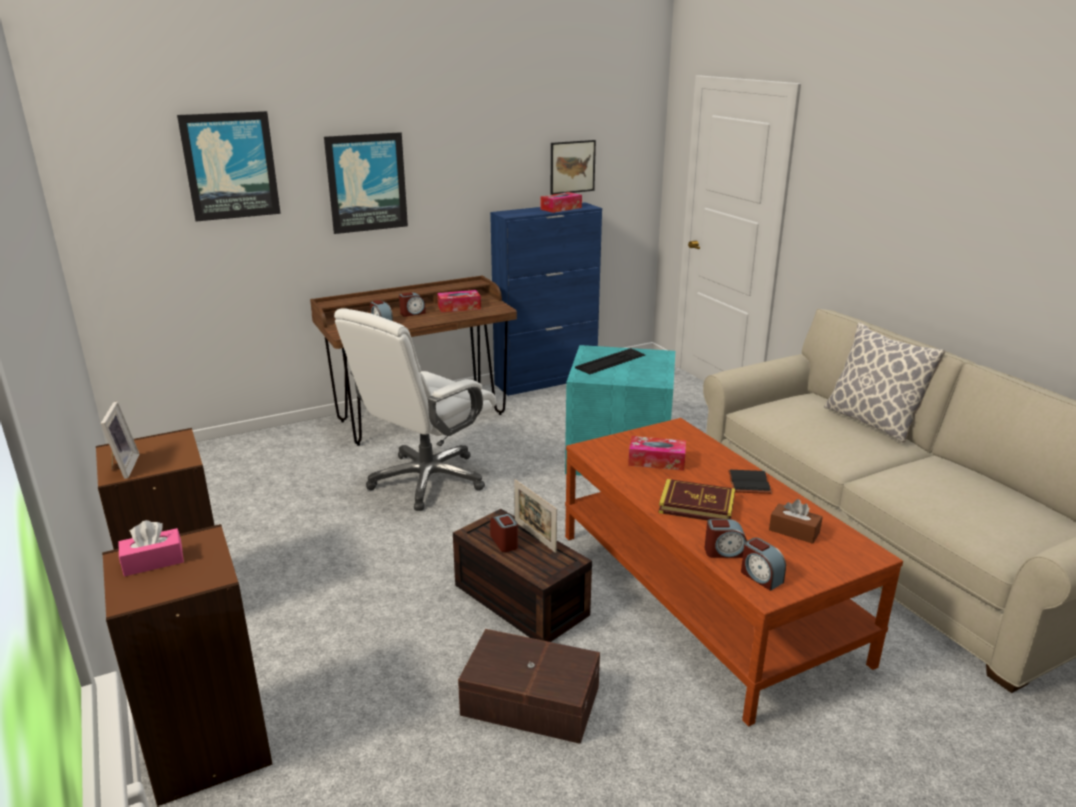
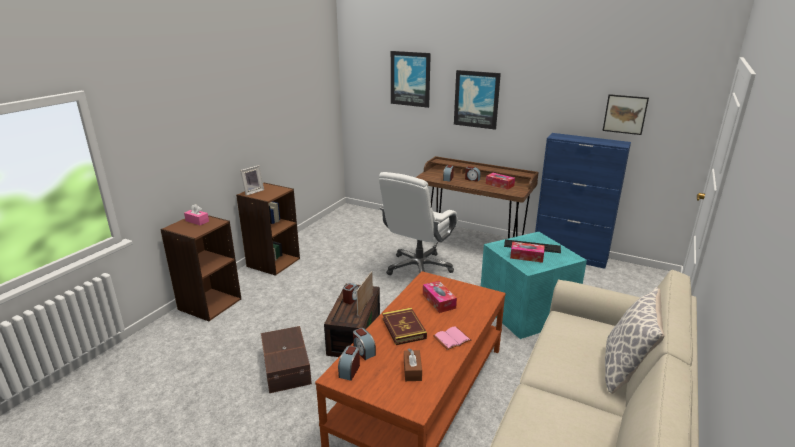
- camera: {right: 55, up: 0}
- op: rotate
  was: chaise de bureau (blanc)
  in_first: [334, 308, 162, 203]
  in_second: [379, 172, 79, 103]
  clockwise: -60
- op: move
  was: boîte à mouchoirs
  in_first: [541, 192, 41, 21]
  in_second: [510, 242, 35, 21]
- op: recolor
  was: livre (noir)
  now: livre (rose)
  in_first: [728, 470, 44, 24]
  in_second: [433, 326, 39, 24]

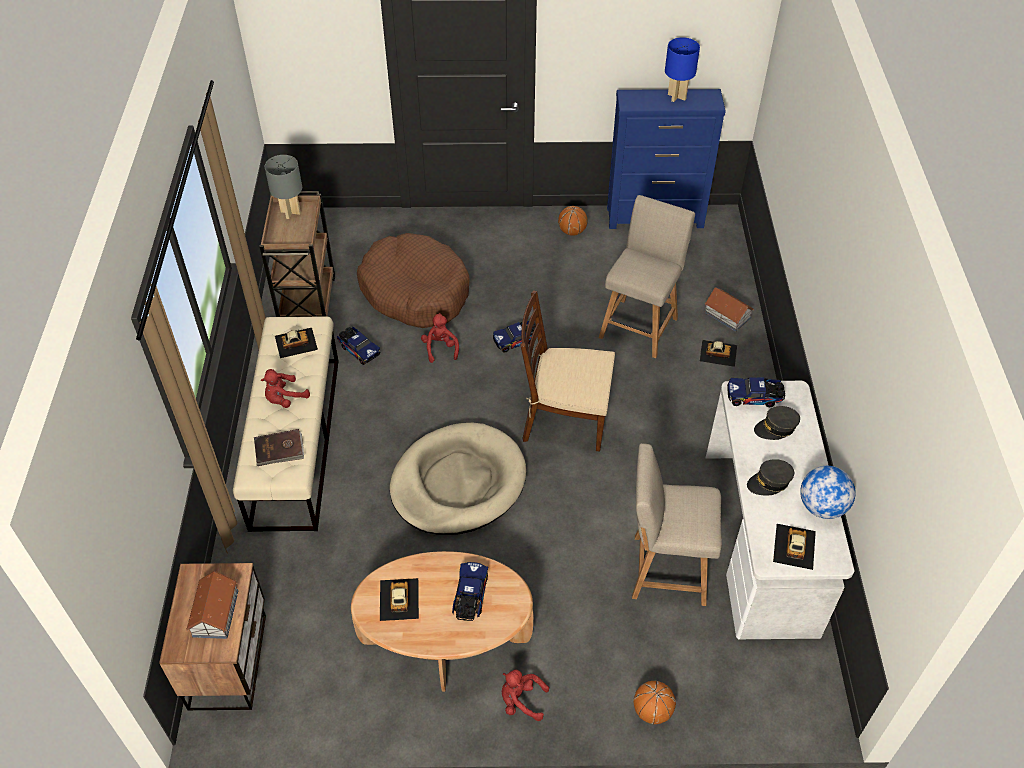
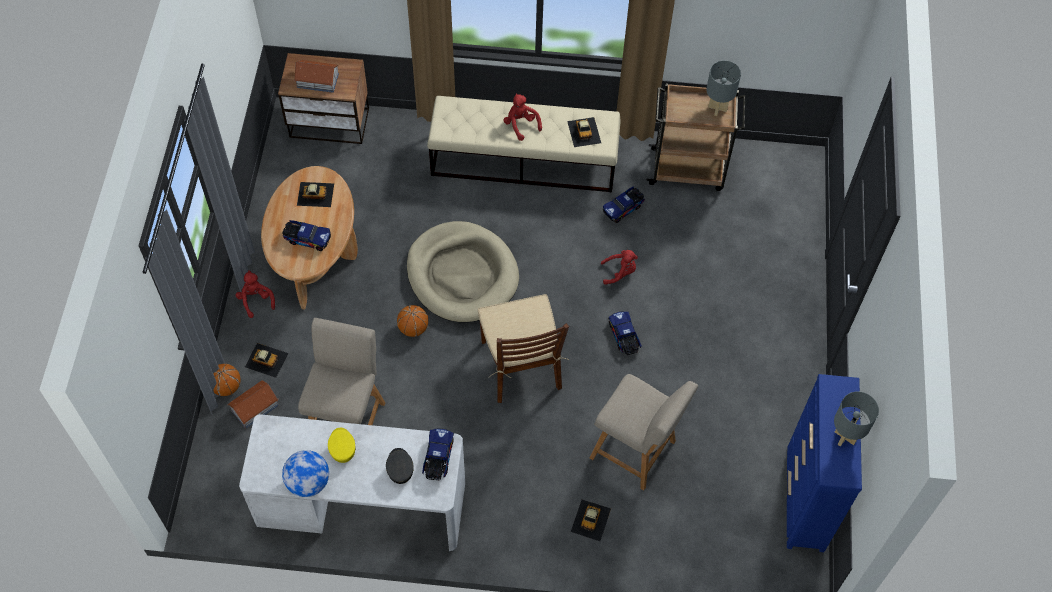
- camera: {right: 95, up: 10}
- op: delete
  was: livre (marron)
  in_first: [254, 429, 50, 37]
- op: delete
  was: panier pour chien (marron)
  in_first: [357, 233, 112, 95]
- op: rotate
  was: peluche (rouge)
  in_first: [502, 670, 47, 51]
  in_second: [235, 270, 40, 48]
  clockwise: -45
- op: rotate
  was: chaise (marron)
  in_first: [520, 290, 95, 162]
  in_second: [478, 294, 91, 109]
  clockwise: 150
- op: move
  was: ballon de basket
  in_first: [558, 206, 29, 30]
  in_second: [397, 305, 31, 32]
- op: recolor
  was: lampe de table (bleu)
  now: lampe de table (gris)
  in_first: [665, 37, 35, 65]
  in_second: [834, 391, 45, 55]
- op: move
  was: maison miniature
  in_first: [704, 287, 50, 45]
  in_second: [227, 380, 52, 48]
- op: recolor
  was: casquette (gris)
  now: casquette (jaune)
  in_first: [747, 459, 47, 36]
  in_second: [328, 428, 28, 35]
- op: move
  was: petite voiture
  in_first: [773, 524, 43, 46]
  in_second: [245, 343, 43, 35]

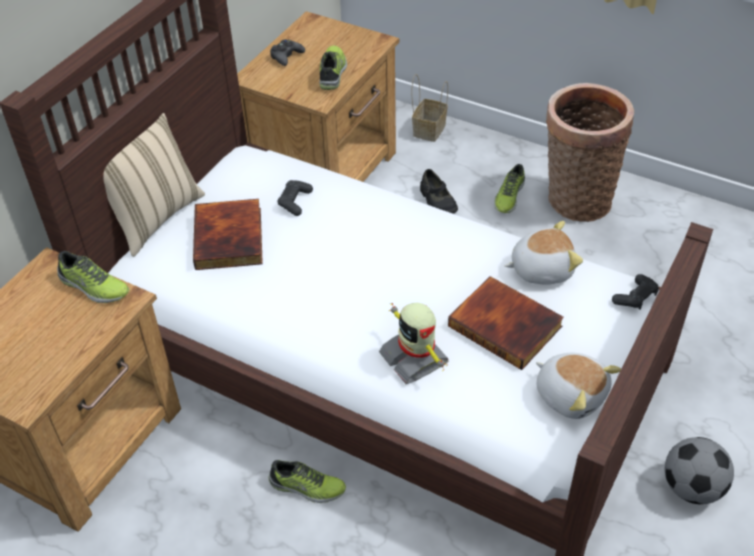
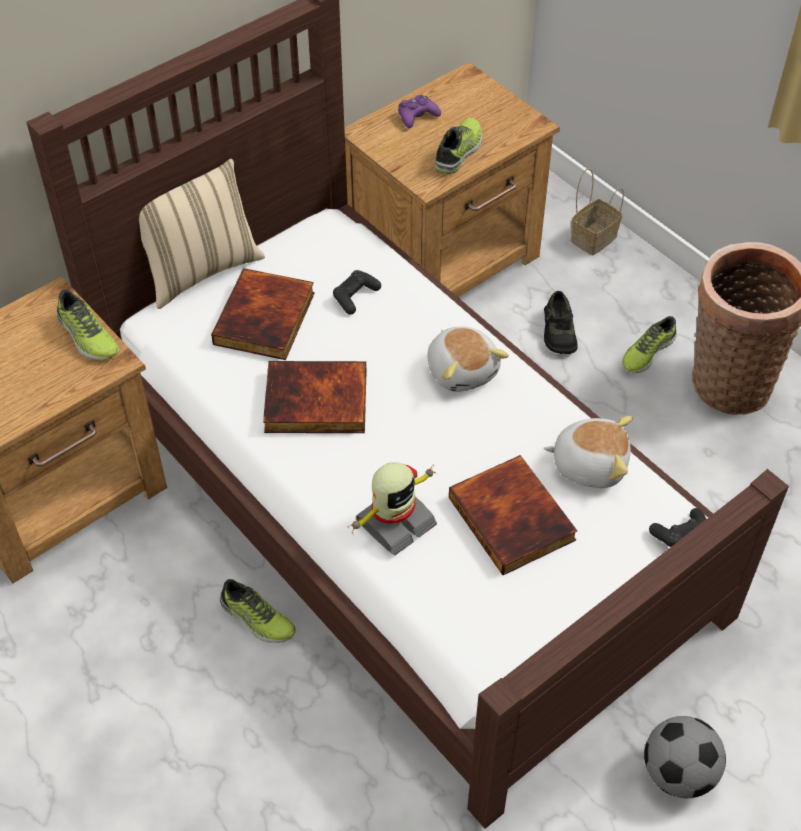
- camera: {right: 20, up: 5}
- op: recolor
  was: manette (noir)
  now: manette (violet)
  in_first: [270, 39, 35, 27]
  in_second: [398, 95, 43, 33]
- op: rotate
  was: robot jouet
  in_first: [379, 303, 70, 81]
  in_second: [347, 462, 90, 93]
  clockwise: -120
- op: move
  was: peluche
  in_first: [536, 353, 85, 66]
  in_second: [428, 327, 81, 65]
- op: insert
  now: livre
  in_second: [263, 361, 103, 72]

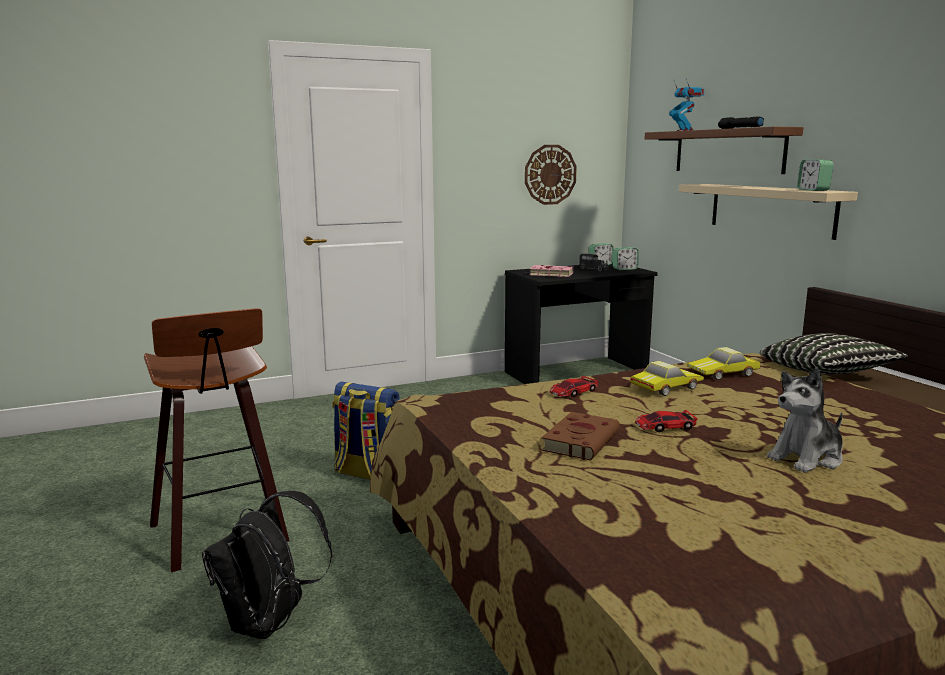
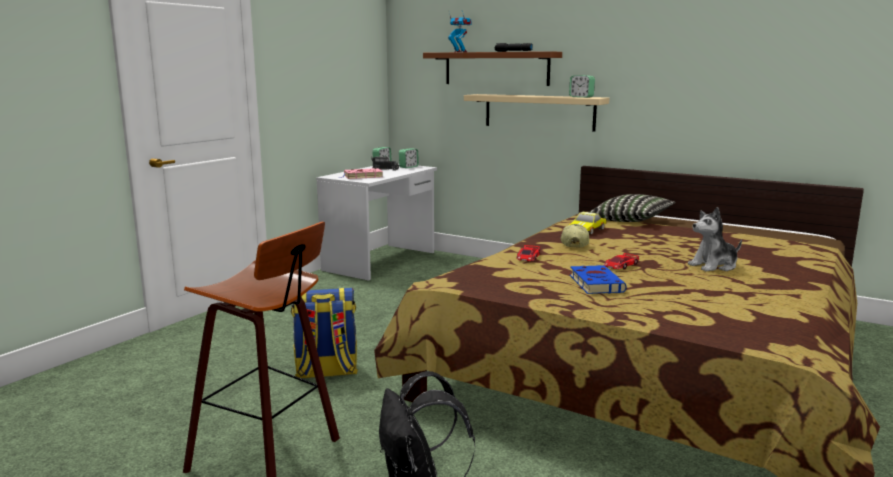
- camera: {right: -35, up: 0}
- op: recolor
  was: bureau (noir)
  now: bureau (blanc)
  in_first: [505, 263, 153, 121]
  in_second: [316, 166, 121, 115]
- op: delete
  was: horloge murale
  in_first: [525, 145, 52, 60]
- op: recolor
  was: livre (marron)
  now: livre (bleu)
  in_first: [541, 412, 79, 49]
  in_second: [570, 265, 57, 29]
- op: replace
  was: petite voiture
  now: casquette
  in_first: [630, 361, 74, 35]
  in_second: [561, 224, 28, 23]
- op: rotate
  was: peluche
  in_first: [767, 368, 76, 105]
  in_second: [688, 207, 54, 64]
  clockwise: 45

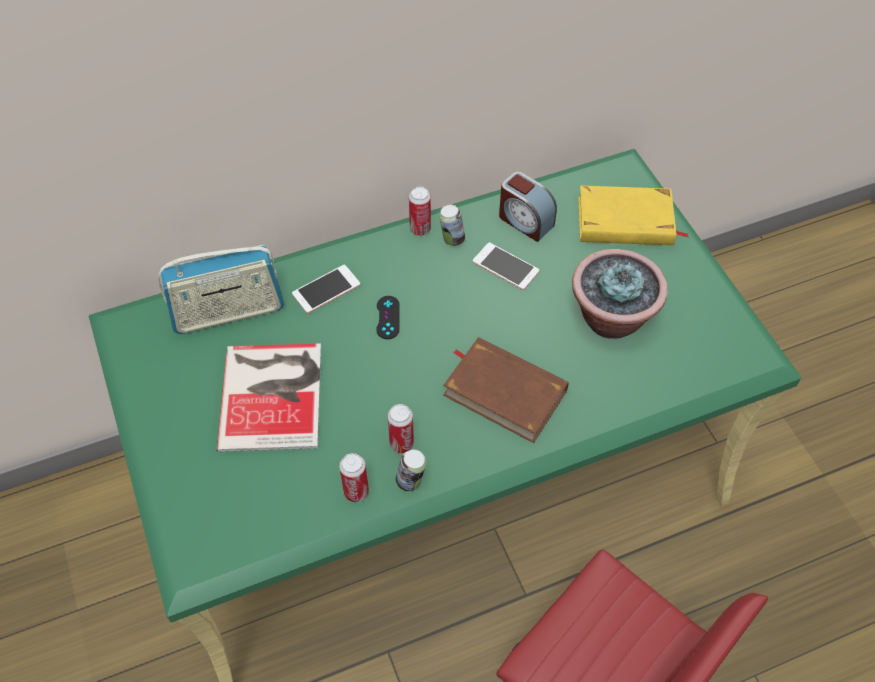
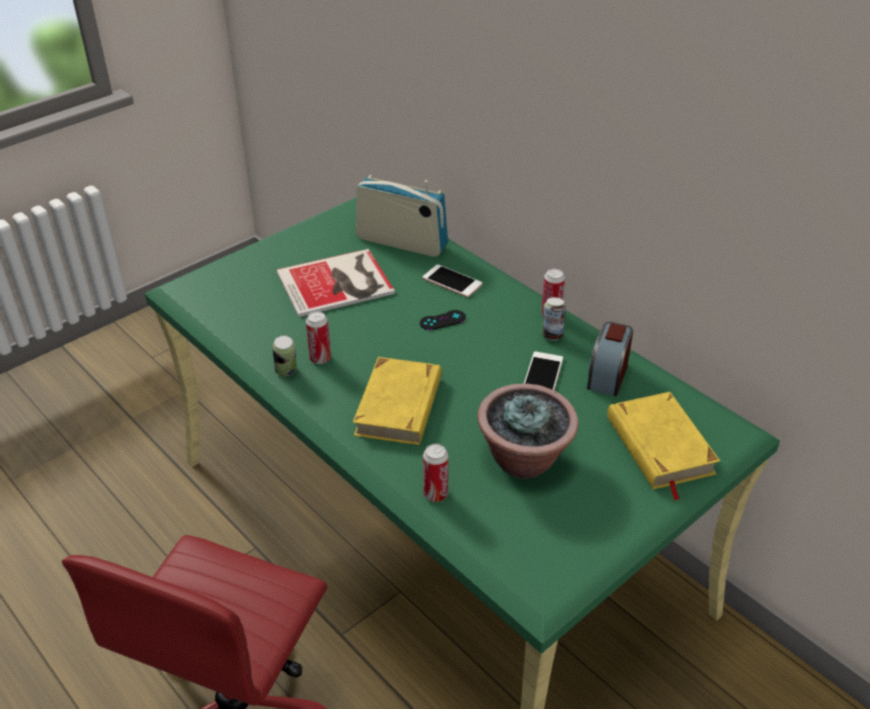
- camera: {right: 70, up: -15}
- op: rotate
  was: radio
  in_first: [158, 245, 127, 89]
  in_second: [356, 175, 92, 82]
  clockwise: 150
- op: move
  was: boîte métallique
  in_first: [339, 453, 30, 49]
  in_second: [423, 444, 26, 58]
- op: recolor
  was: livre (marron)
  now: livre (jaune)
  in_first: [443, 337, 126, 106]
  in_second: [353, 357, 89, 88]

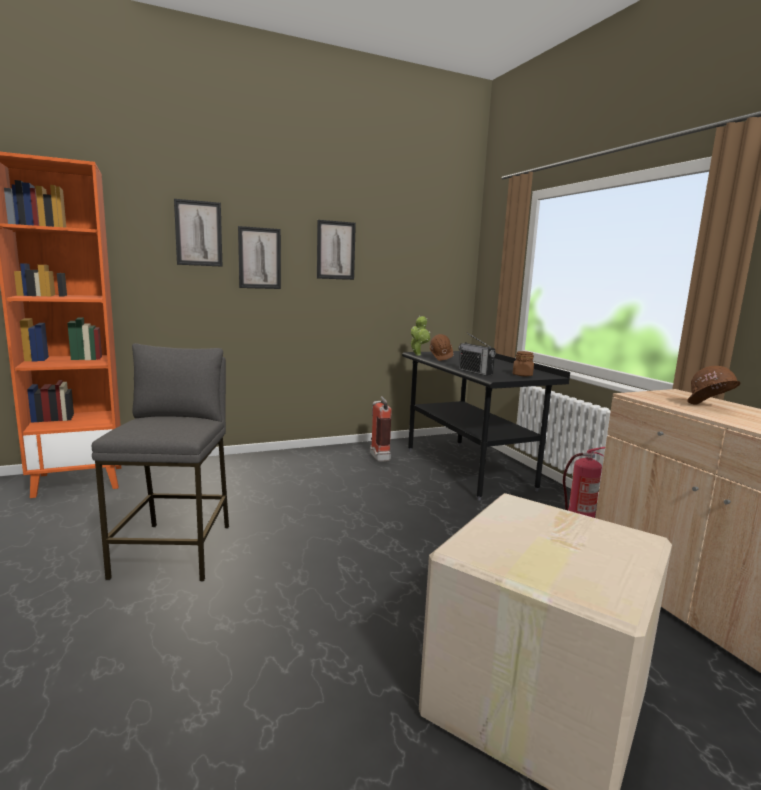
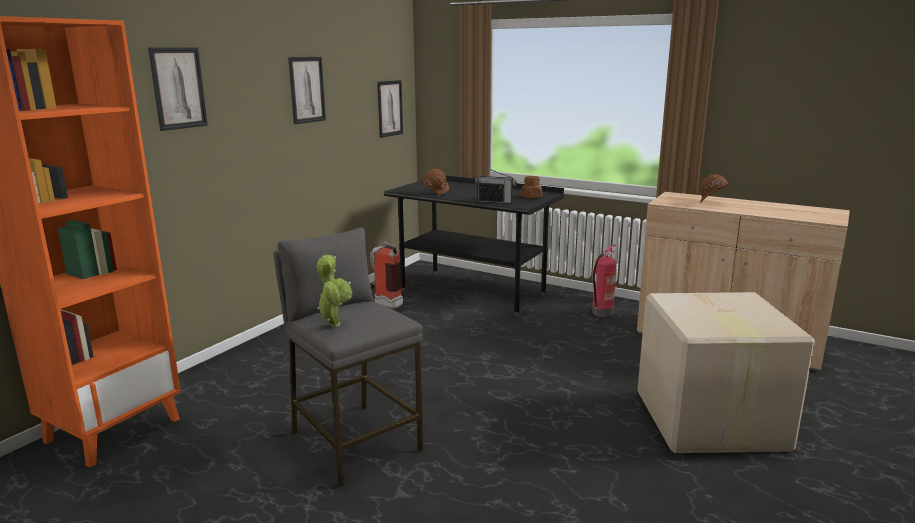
- camera: {right: -35, up: 5}
- op: move
  was: tableau
  in_first: [238, 226, 43, 63]
  in_second: [377, 80, 26, 58]
- op: move
  was: plante en pot
  in_first: [410, 316, 20, 40]
  in_second: [316, 255, 36, 72]

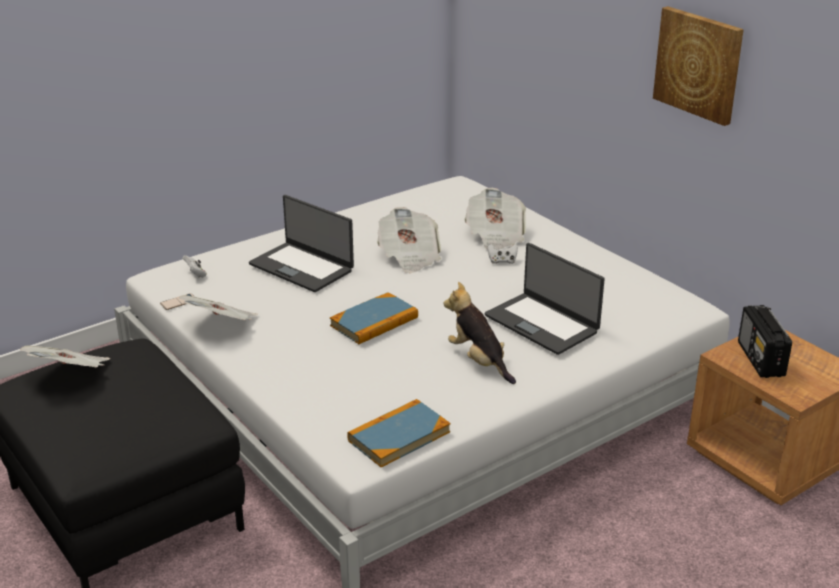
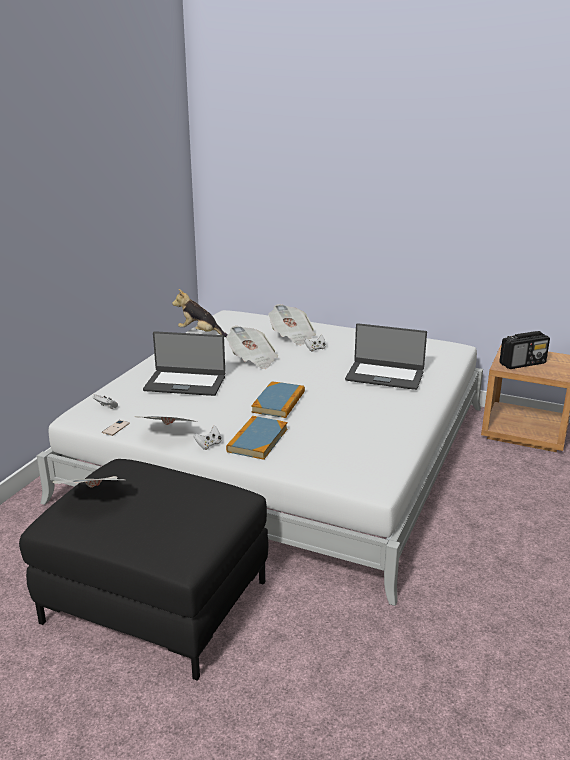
- camera: {right: -30, up: -5}
- op: move
  was: livre
  in_first: [347, 399, 103, 69]
  in_second: [226, 416, 61, 44]
- op: move
  was: peluche
  in_first: [443, 282, 73, 102]
  in_second: [172, 289, 56, 48]
- op: delete
  was: tableau
  in_first: [653, 6, 91, 120]
- op: rotate
  was: radio
  in_first: [738, 305, 54, 73]
  in_second: [499, 331, 51, 38]
  clockwise: -75
- op: insert
  now: manette (blanc)
  in_second: [194, 426, 27, 24]

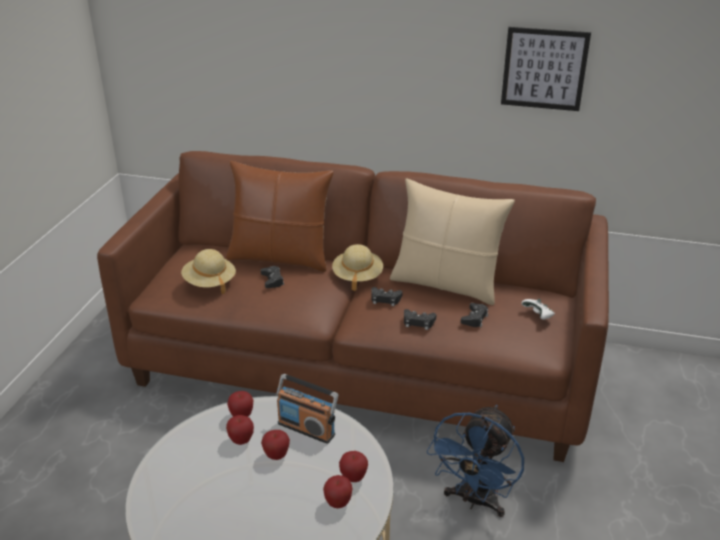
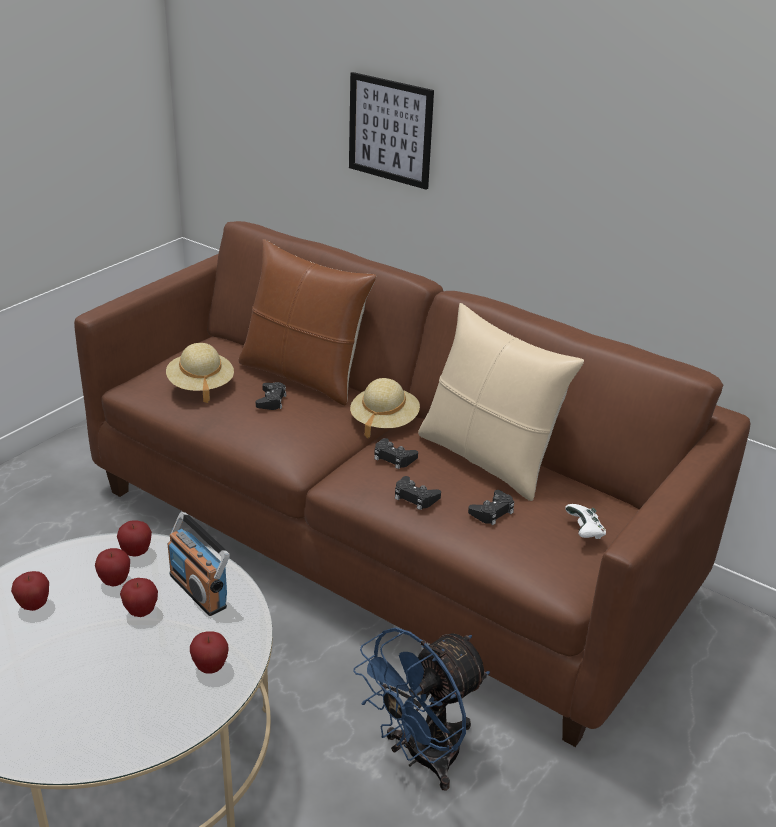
- camera: {right: 20, up: 0}
- op: move
  was: pomme
  in_first: [323, 475, 29, 33]
  in_second: [11, 571, 38, 40]
- op: move
  was: tableau
  in_first: [501, 27, 90, 84]
  in_second: [349, 72, 85, 117]

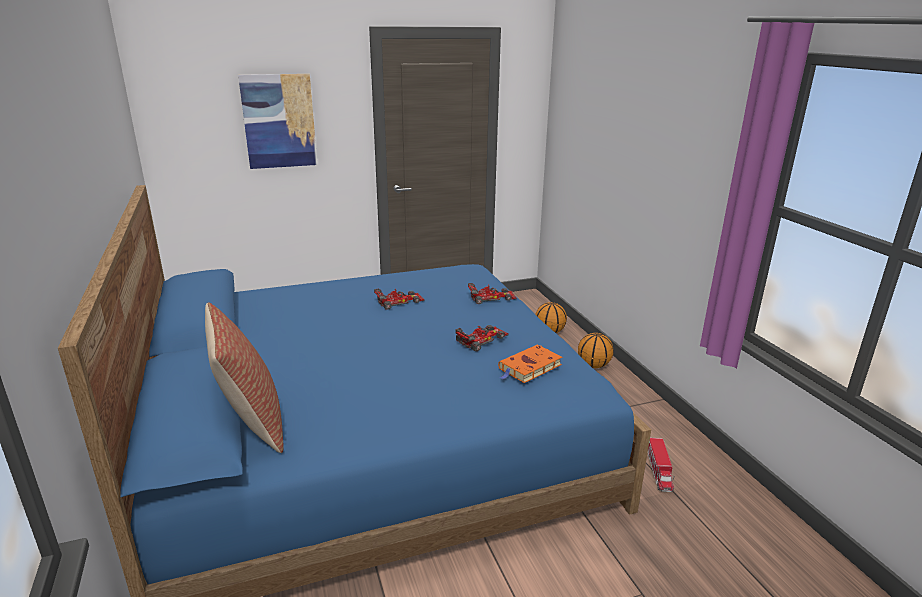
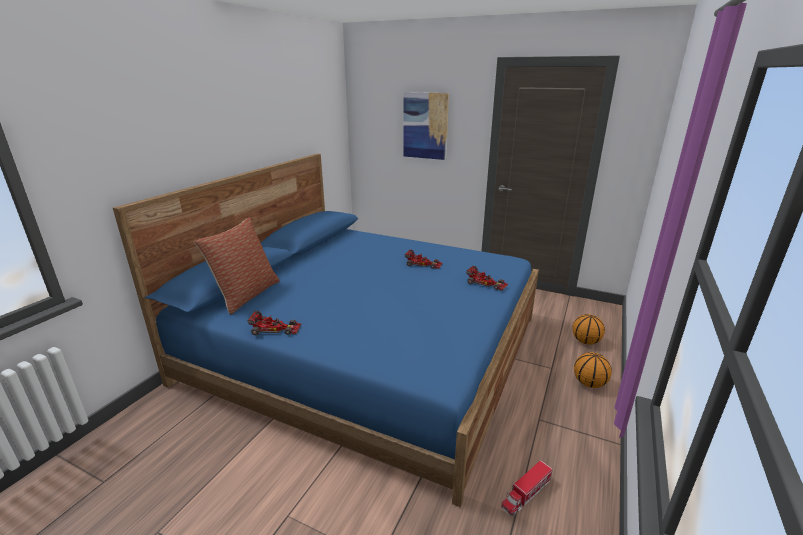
- camera: {right: 45, up: 0}
- op: move
  was: petite voiture
  in_first: [456, 325, 53, 26]
  in_second: [247, 311, 55, 24]
- op: delete
  was: livre (orange)
  in_first: [498, 344, 64, 39]

